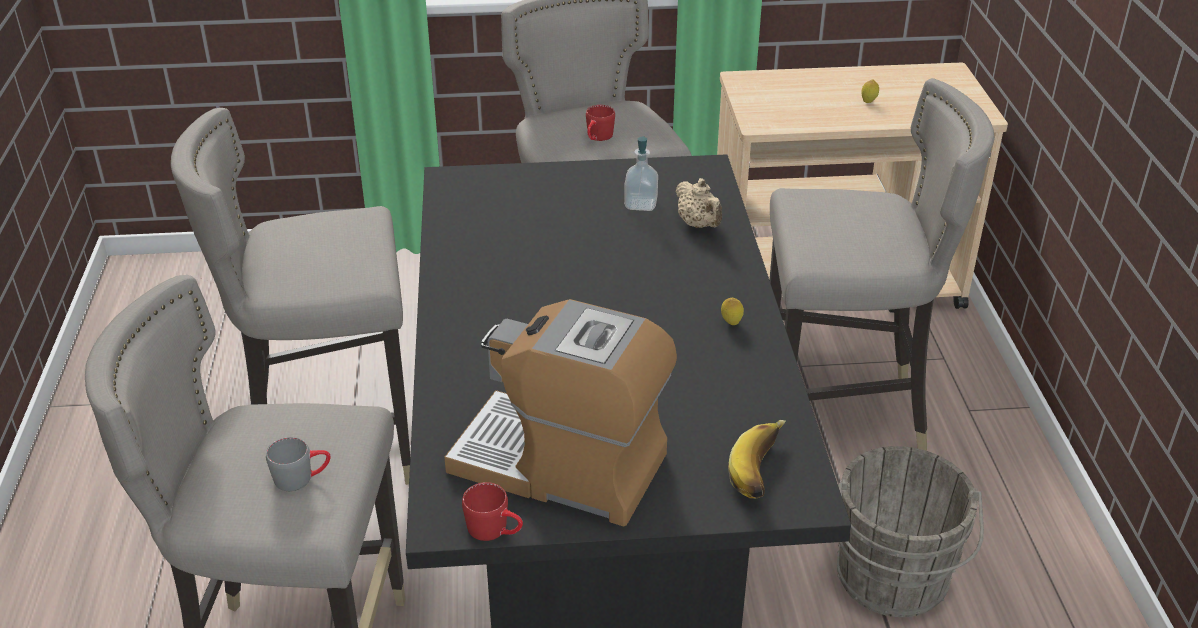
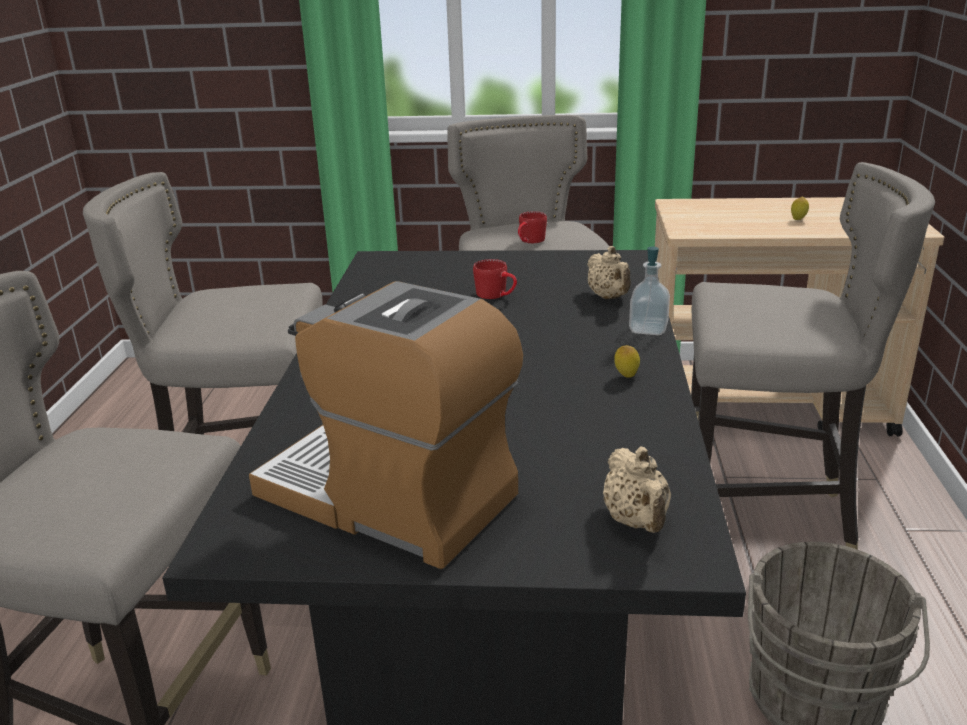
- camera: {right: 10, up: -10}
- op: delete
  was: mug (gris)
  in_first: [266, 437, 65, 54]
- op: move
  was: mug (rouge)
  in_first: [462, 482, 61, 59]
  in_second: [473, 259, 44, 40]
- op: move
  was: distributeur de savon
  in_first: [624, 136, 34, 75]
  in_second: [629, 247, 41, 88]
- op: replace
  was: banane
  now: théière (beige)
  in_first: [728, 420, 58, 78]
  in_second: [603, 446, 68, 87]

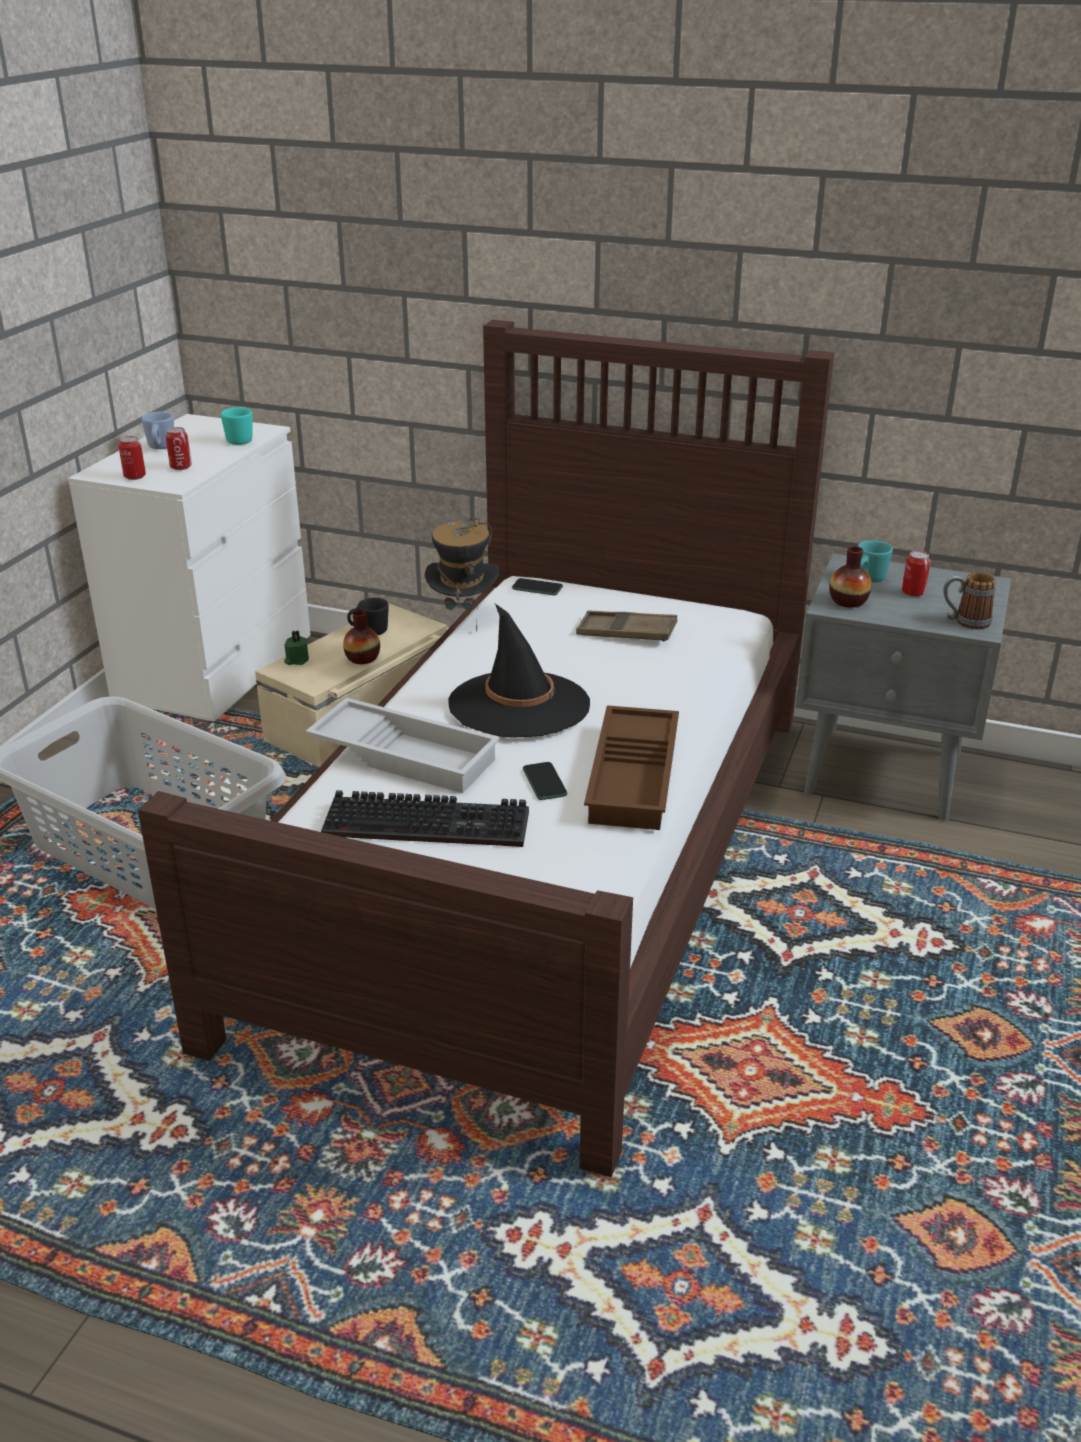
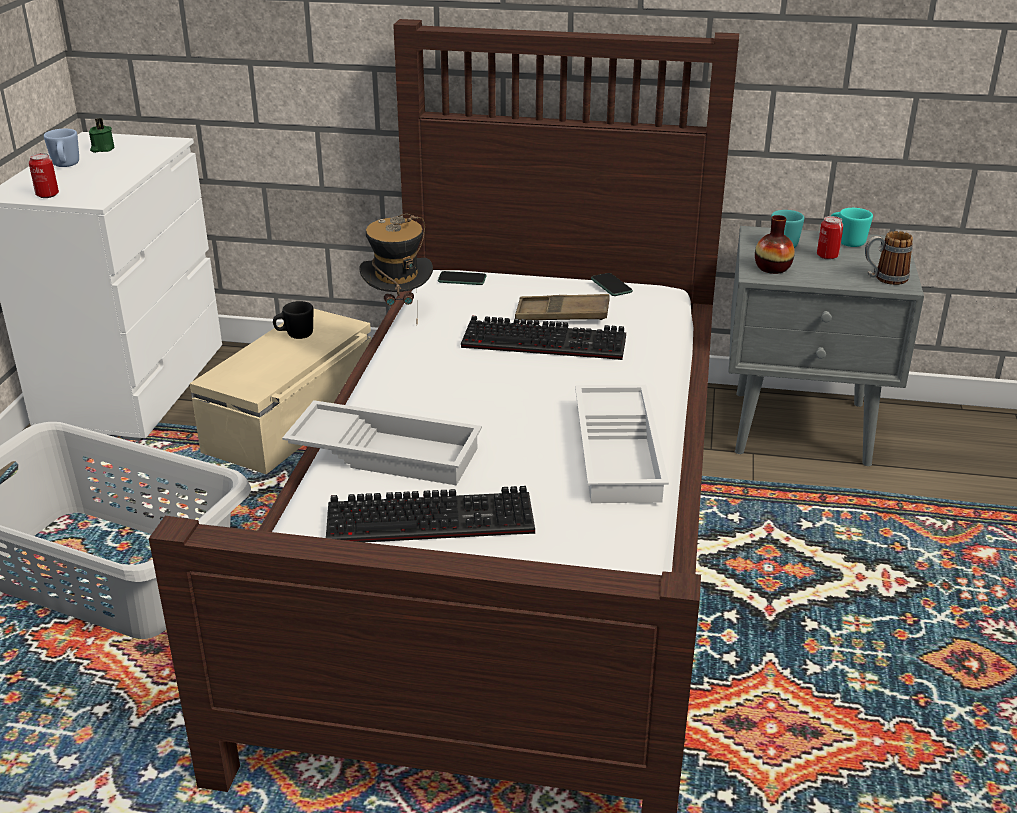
- camera: {right: -10, up: 0}
- op: delete
  was: boîte métallique
  in_first: [166, 427, 26, 43]
- op: move
  was: mug (turquoise)
  in_first: [221, 407, 32, 38]
  in_second: [831, 208, 42, 39]
- op: move
  was: bougie (vert)
  in_first: [284, 630, 25, 35]
  in_second: [89, 118, 25, 35]
- op: delete
  was: vase
  in_first: [343, 610, 37, 54]
- op: delete
  was: chapeau (noir)
  in_first: [448, 604, 142, 134]
- op: move
  was: téléphone
  in_first: [523, 762, 44, 38]
  in_second: [591, 273, 42, 23]
- op: recolor
  was: plateau (marron)
  now: plateau (blanc)
  in_first: [584, 705, 95, 125]
  in_second: [575, 385, 94, 118]
- op: insert
  now: clavier
  in_second: [461, 316, 165, 44]

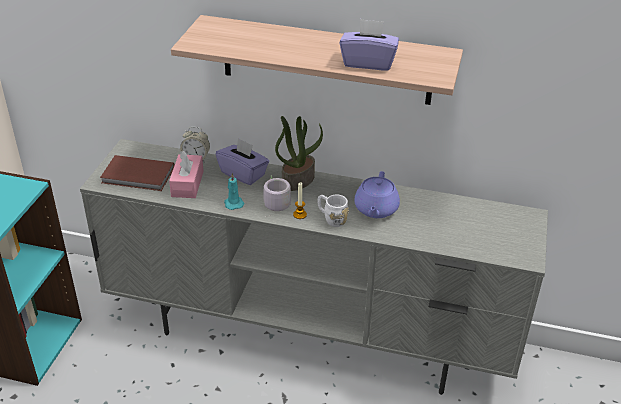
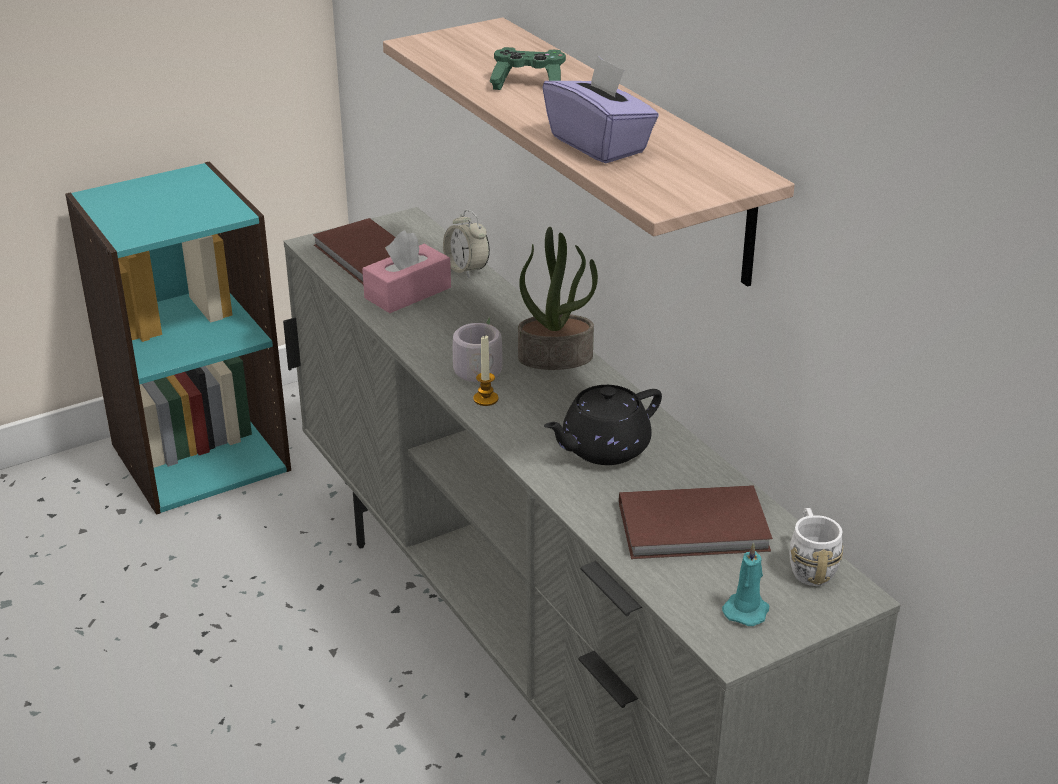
- camera: {right: 45, up: -5}
- op: delete
  was: boîte à mouchoirs (violet)
  in_first: [216, 138, 53, 47]
- op: move
  was: bougie (turquoise)
  in_first: [224, 173, 21, 37]
  in_second: [722, 543, 47, 83]
- op: move
  was: mug (blanc)
  in_first: [318, 194, 31, 33]
  in_second: [789, 508, 54, 78]
- op: recolor
  was: théière (violet)
  now: théière (noir)
  in_first: [354, 171, 46, 47]
  in_second: [544, 385, 118, 80]
- op: insert
  now: manette (vert)
  in_second: [489, 47, 77, 43]
- op: insert
  now: livre (marron)
  in_second: [619, 485, 154, 74]

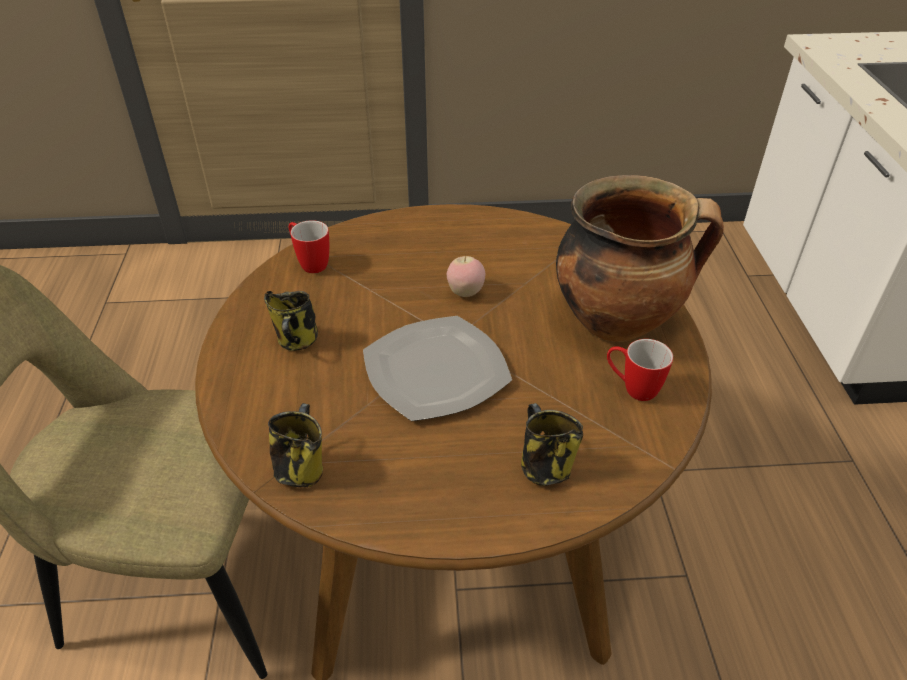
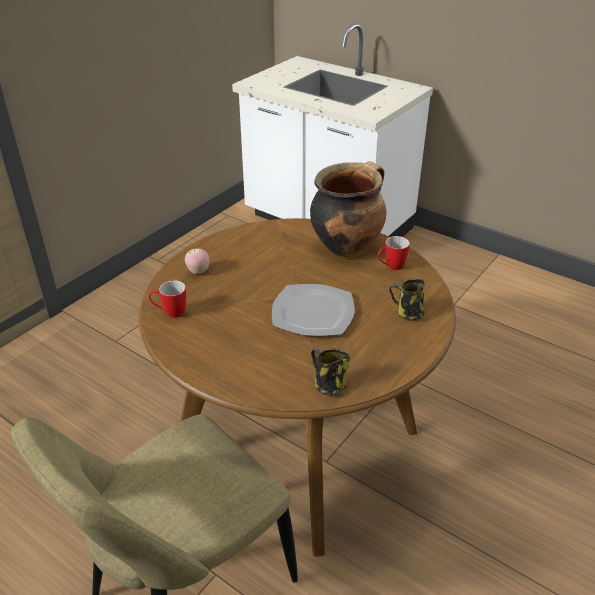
- camera: {right: -50, up: -5}
- op: delete
  was: mug
  in_first: [264, 291, 54, 60]
- op: move
  was: pomme
  in_first: [447, 256, 38, 41]
  in_second: [185, 248, 24, 26]

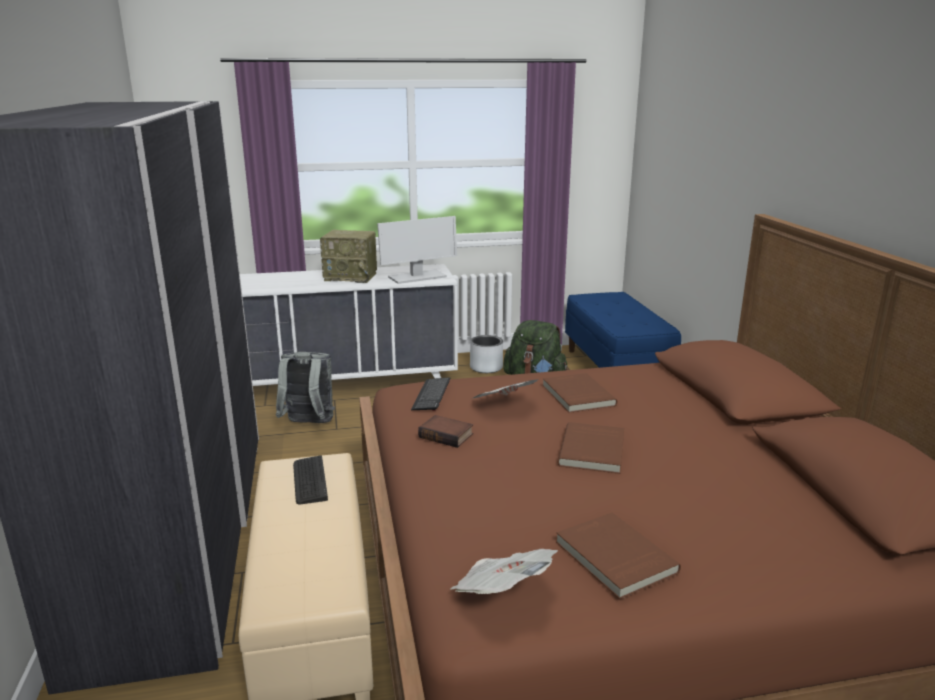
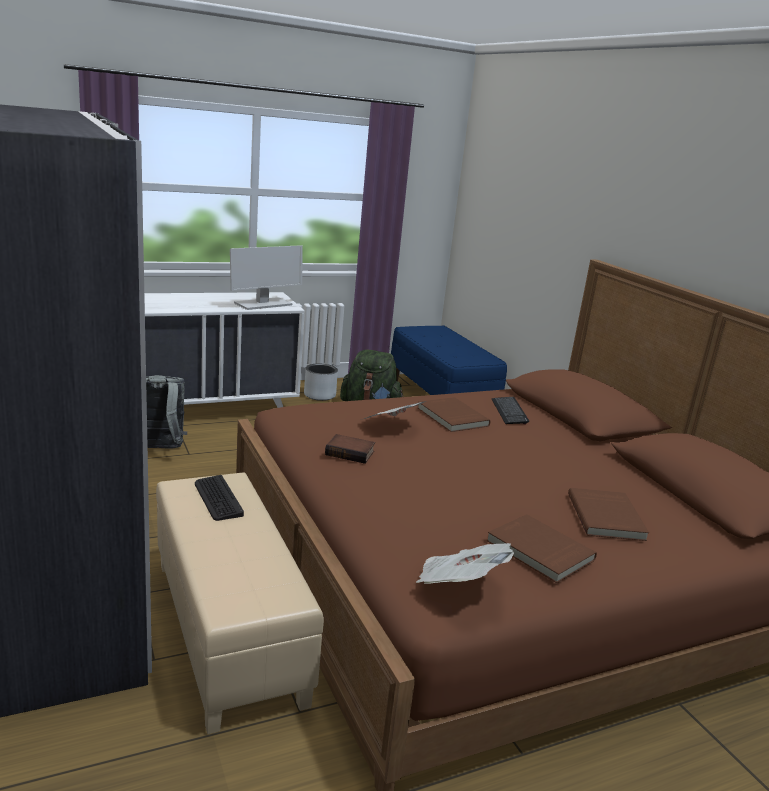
- camera: {right: -15, up: 0}
- op: delete
  was: radio
  in_first: [320, 230, 57, 53]
- op: move
  was: clavier
  in_first: [411, 377, 39, 34]
  in_second: [492, 397, 37, 27]
- op: move
  was: livre (marron)
  in_first: [558, 422, 66, 52]
  in_second: [568, 488, 81, 53]

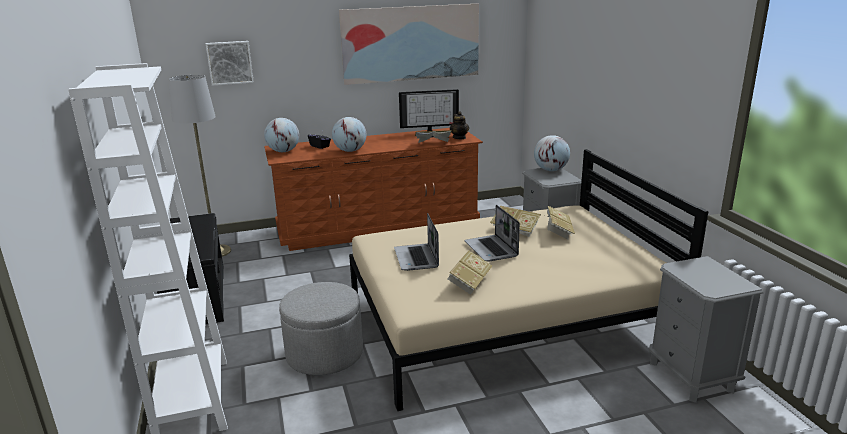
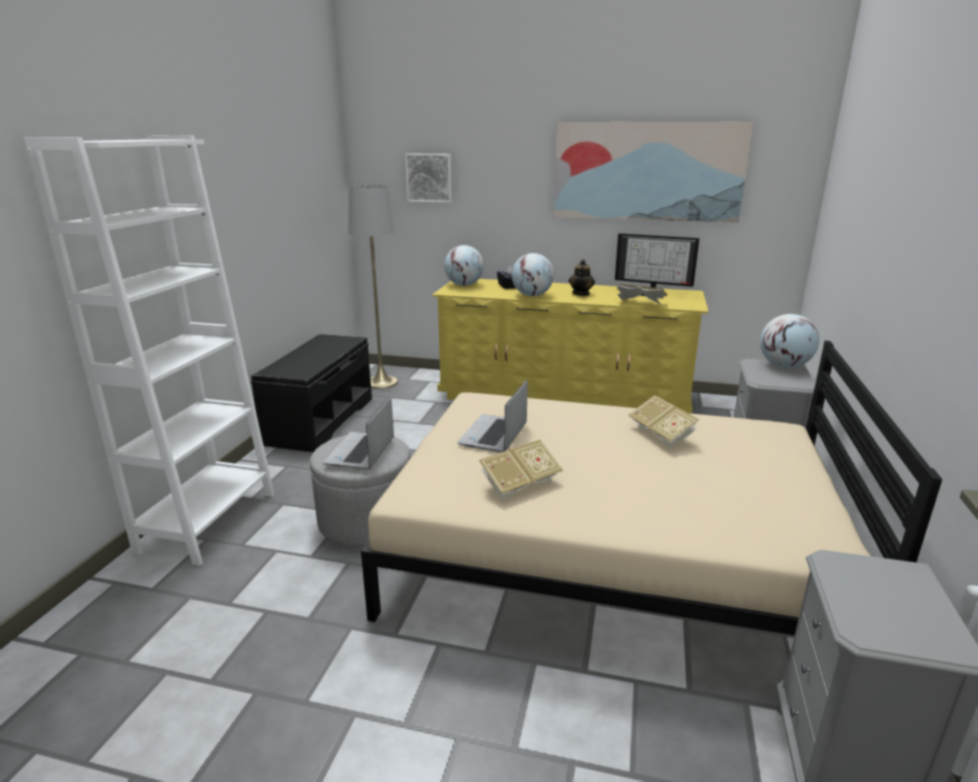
- camera: {right: 30, up: 0}
- op: recolor
  was: commode (marron)
  now: commode (jaune)
  in_first: [264, 128, 219, 123]
  in_second: [432, 279, 277, 134]
- op: move
  was: théière
  in_first: [450, 111, 19, 28]
  in_second: [569, 259, 26, 37]
- op: move
  was: ordinateur portable
  in_first: [464, 205, 56, 57]
  in_second: [323, 396, 71, 74]
- op: delete
  was: livre
  in_first: [547, 206, 28, 34]

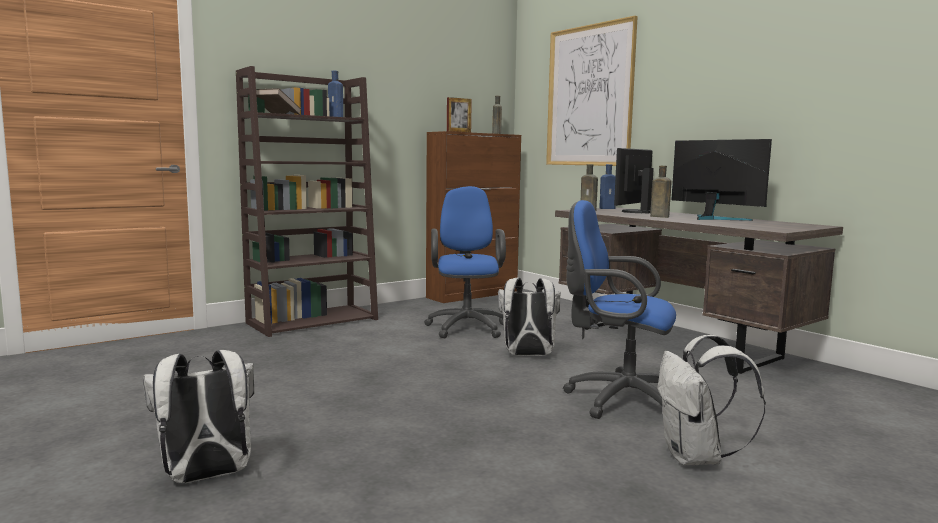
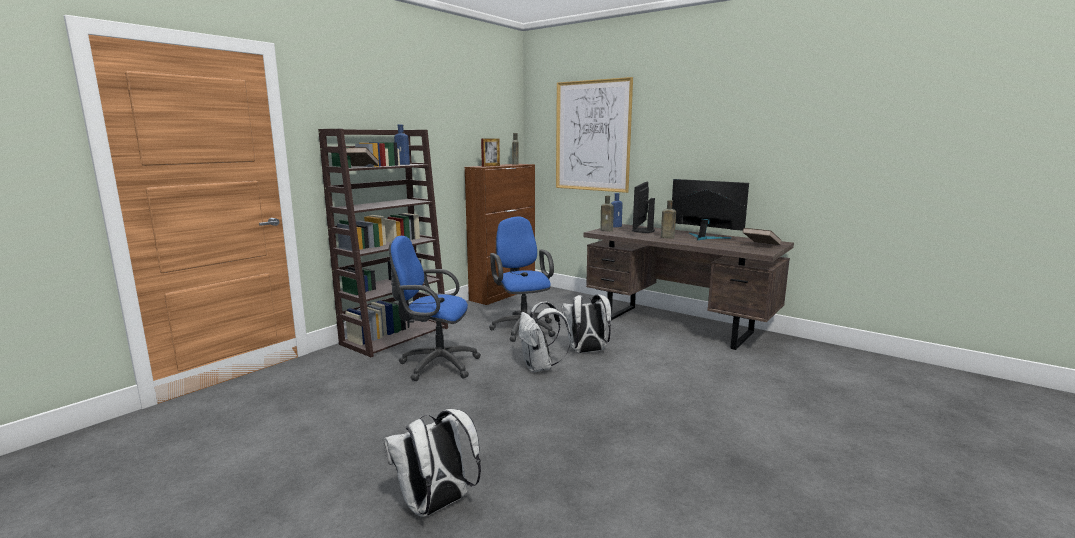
- camera: {right: -15, up: 5}
- op: move
  was: chaise de bureau (bleu)
  in_first: [563, 200, 113, 219]
  in_second: [389, 236, 92, 145]
- op: move
  was: sac à dos (blanc)
  in_first: [657, 334, 109, 131]
  in_second: [518, 301, 53, 72]
- op: insert
  now: livre (marron)
  in_second: [743, 228, 39, 17]

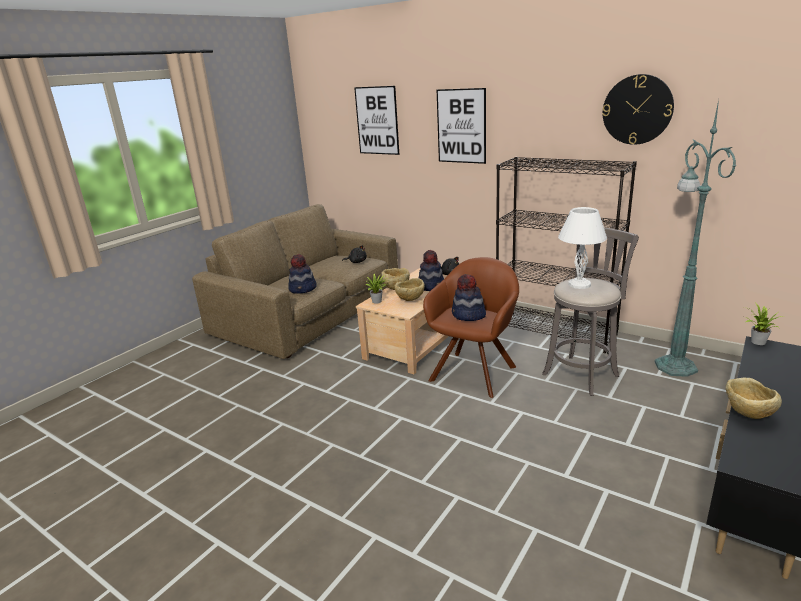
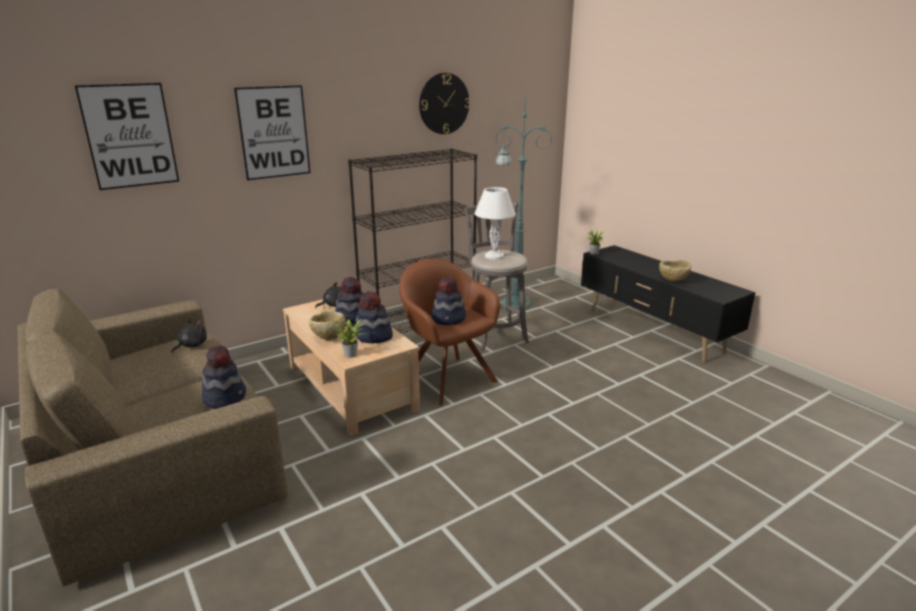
- camera: {right: -70, up: 0}
- op: replace
  was: bol (beige)
  now: chapeau
  in_first: [395, 278, 30, 23]
  in_second: [355, 291, 38, 52]

